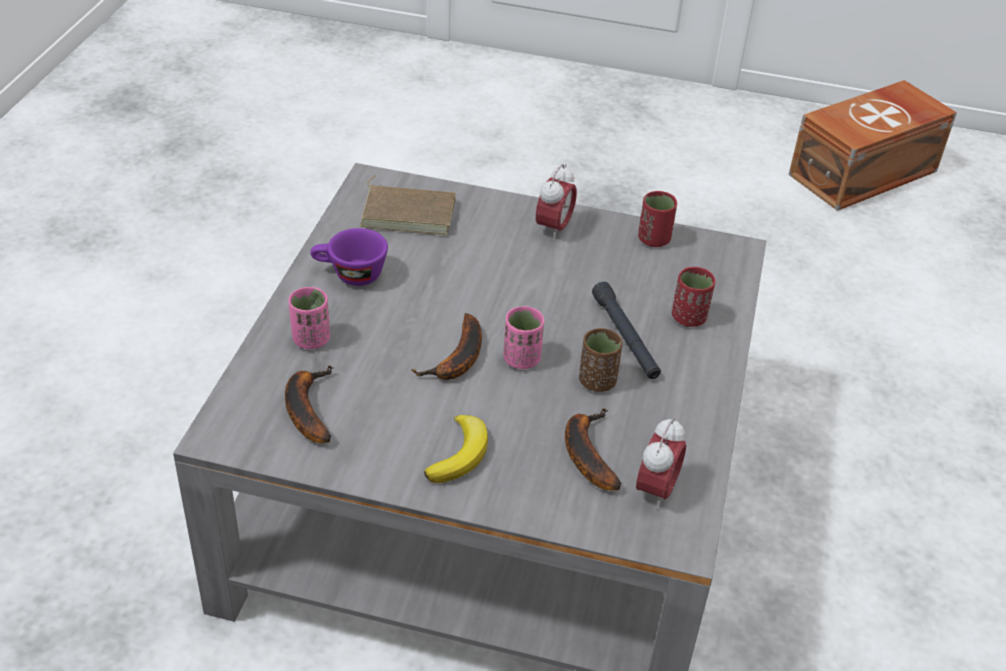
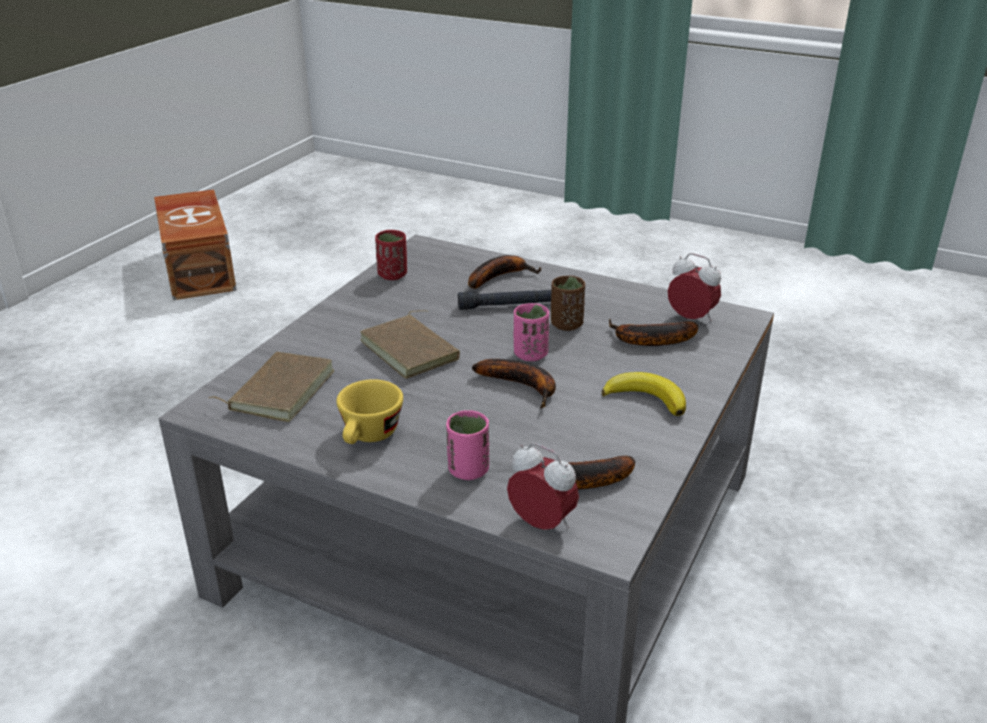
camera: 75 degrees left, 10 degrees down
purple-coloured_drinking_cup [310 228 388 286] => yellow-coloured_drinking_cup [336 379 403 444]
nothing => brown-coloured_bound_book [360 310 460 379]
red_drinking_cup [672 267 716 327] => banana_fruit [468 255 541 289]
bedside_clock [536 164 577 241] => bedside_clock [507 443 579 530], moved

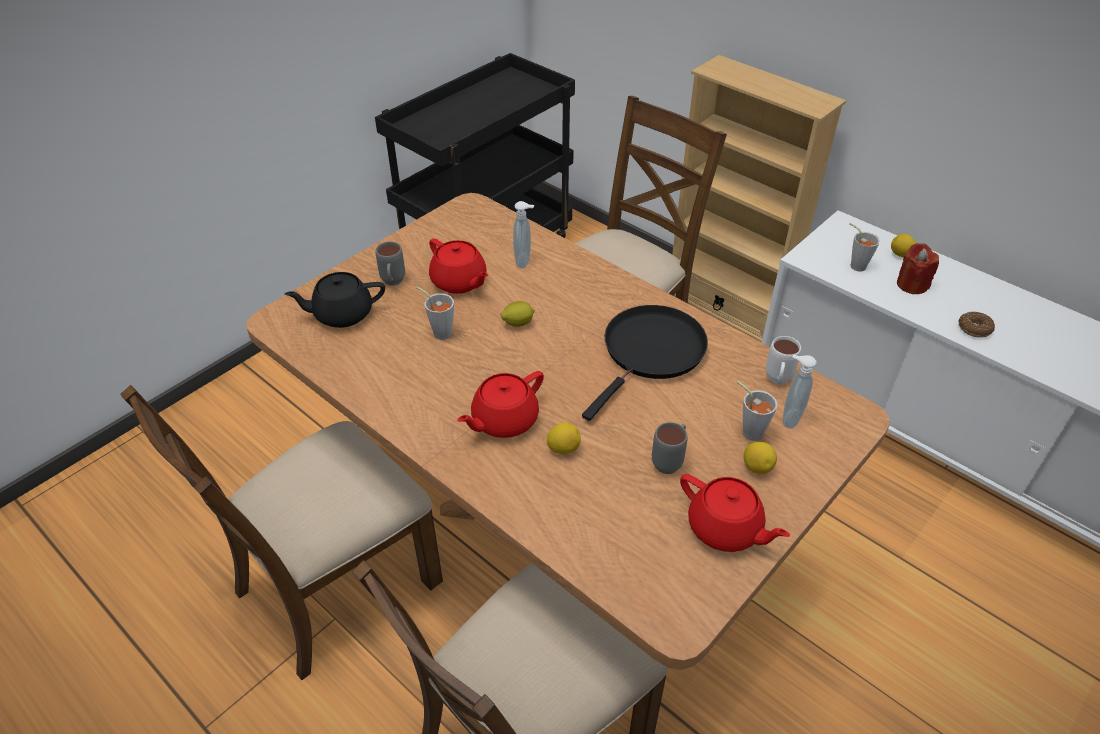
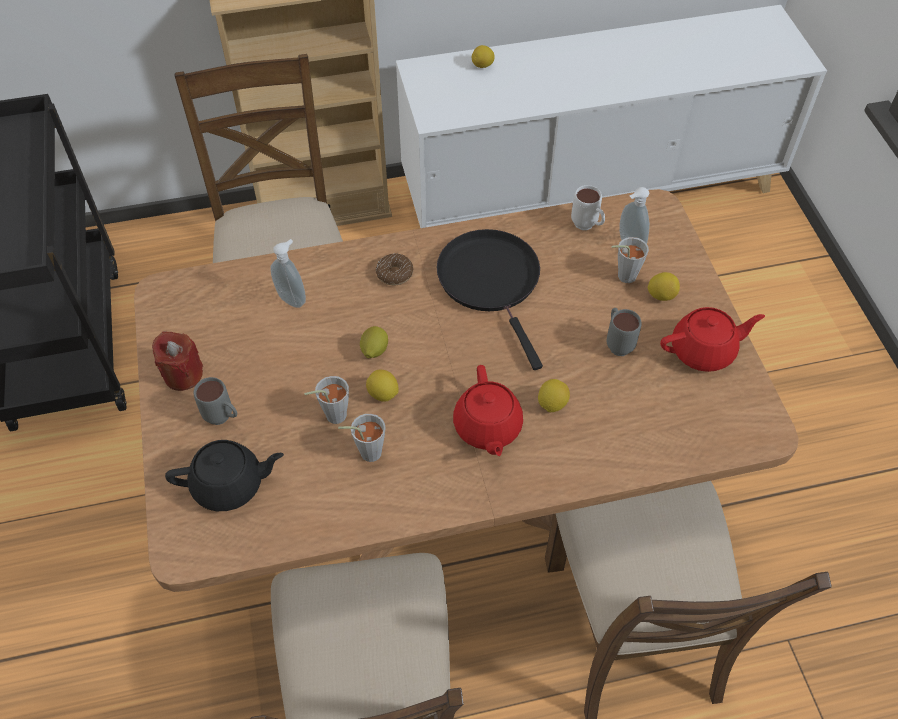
camera: 55 degrees left, 10 degrees up
red_candle [897 243 939 294] => red_candle [152 331 203 391], moved
blackish_tea_pot [284 272 385 328] => blackish_tea_pot [165 440 284 511], 120 degrees counterclockwise
grey_drinking_cup [850 223 880 272] => grey_drinking_cup [338 414 386 462], moved
nothing => citrus_fruit [366 370 399 402]
ring_doughnut [958 312 995 338] => ring_doughnut [376 253 414 285], moved
red_tea_pot [429 238 488 294] => nothing

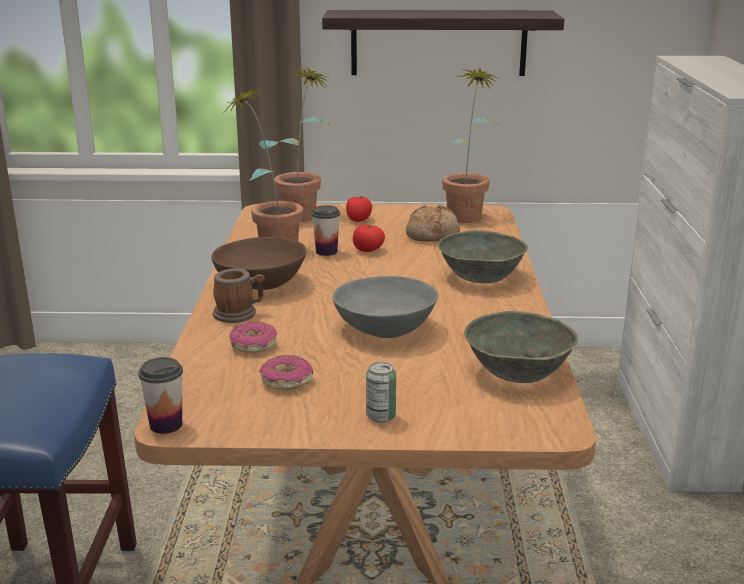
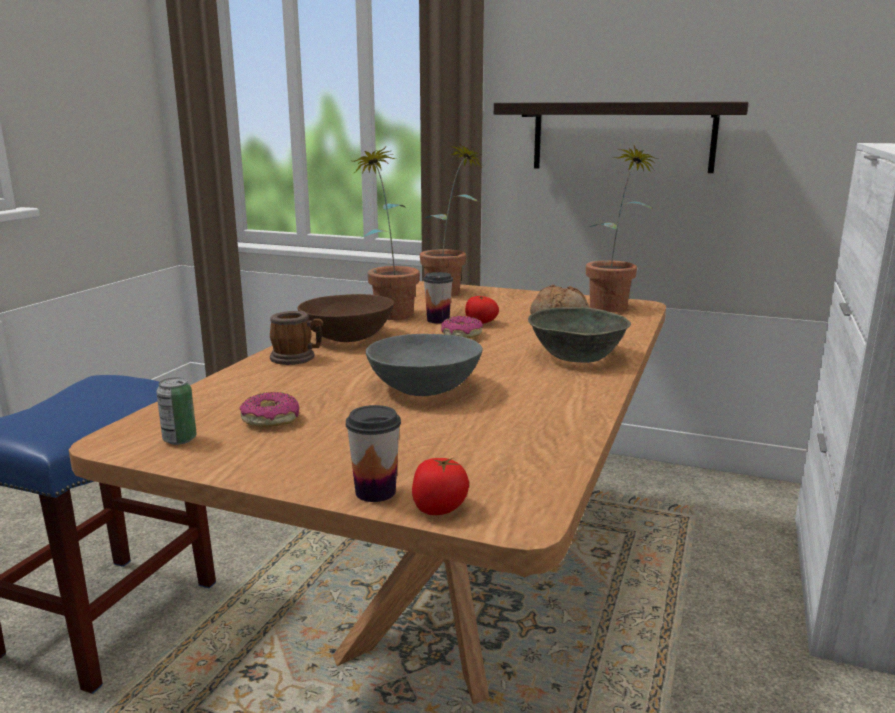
camera: 20 degrees right, 5 degrees down
metal_can [366 362 396 423] => metal_can [156 377 197 445], moved
drinking_cup [138 357 183 434] => drinking_cup [346 405 401 502], moved
whole_tomato [346 196 372 222] => whole_tomato [412 458 469 515], moved
ring_doughnut [229 321 277 353] => ring_doughnut [441 316 482 338], moved
grey_bowl [464 311 578 383] => nothing

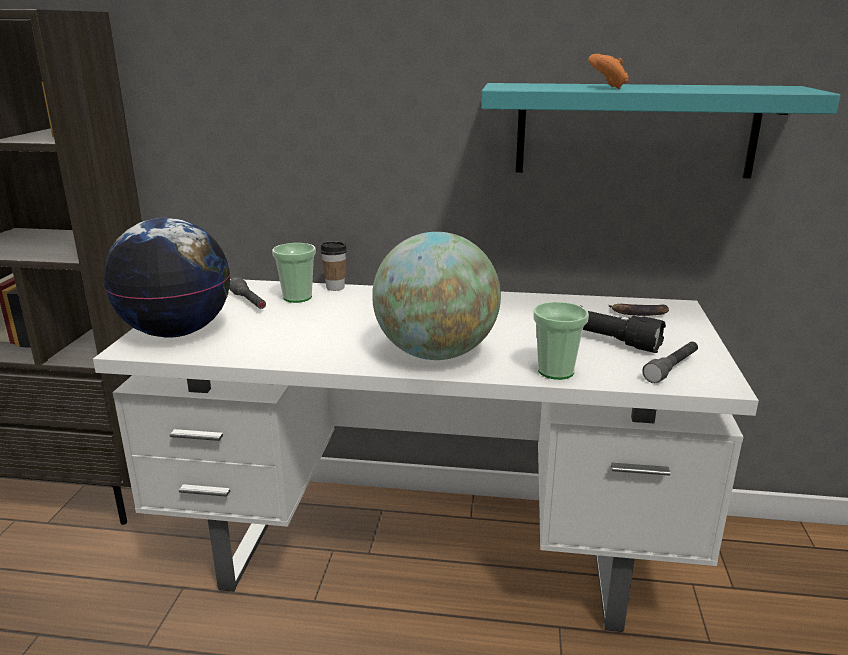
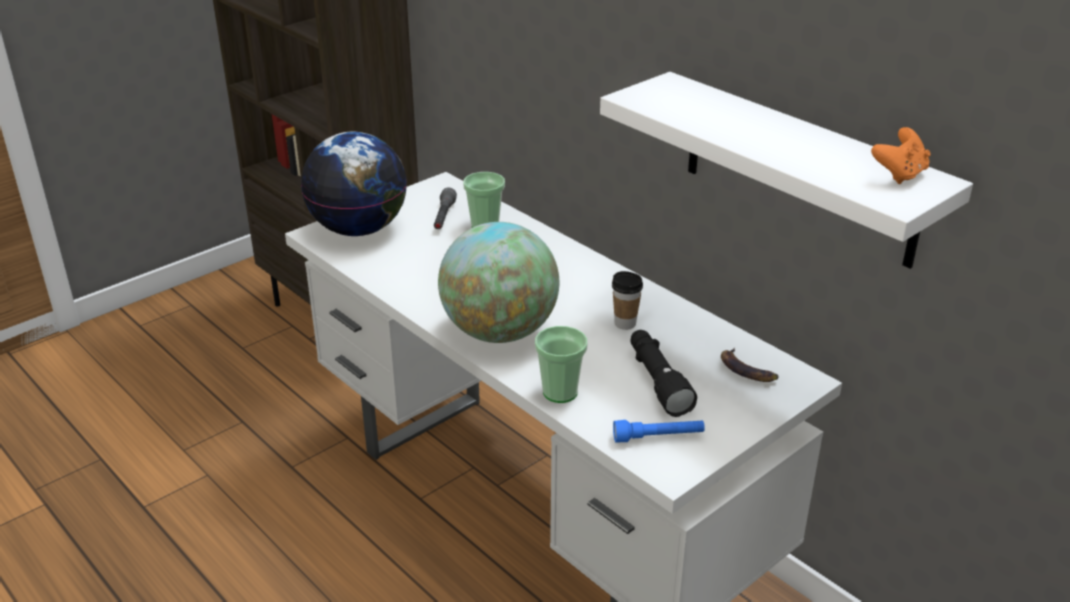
camera: 40 degrees right, 10 degrees up
turquoise-coloured_shelf [481 83 841 178] => white_shelf [600 72 973 269]
drinking_cup [320 242 347 291] => drinking_cup [612 271 643 330], moved
grey_flashlight [642 342 698 383] => blue-coloured_flashlight [613 420 705 442]
orange-coloured_game_controller [588 54 629 89] => orange-coloured_game_controller [871 127 931 184], moved

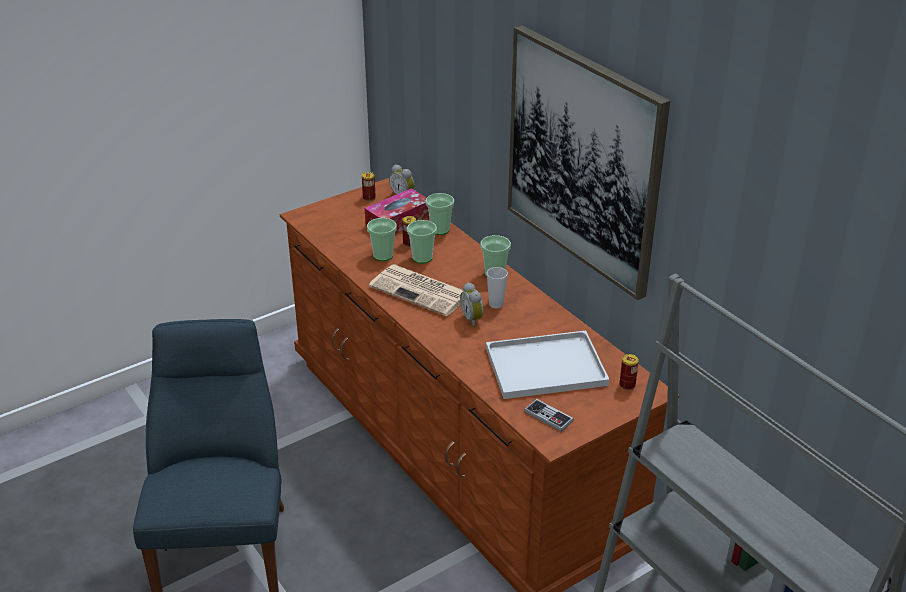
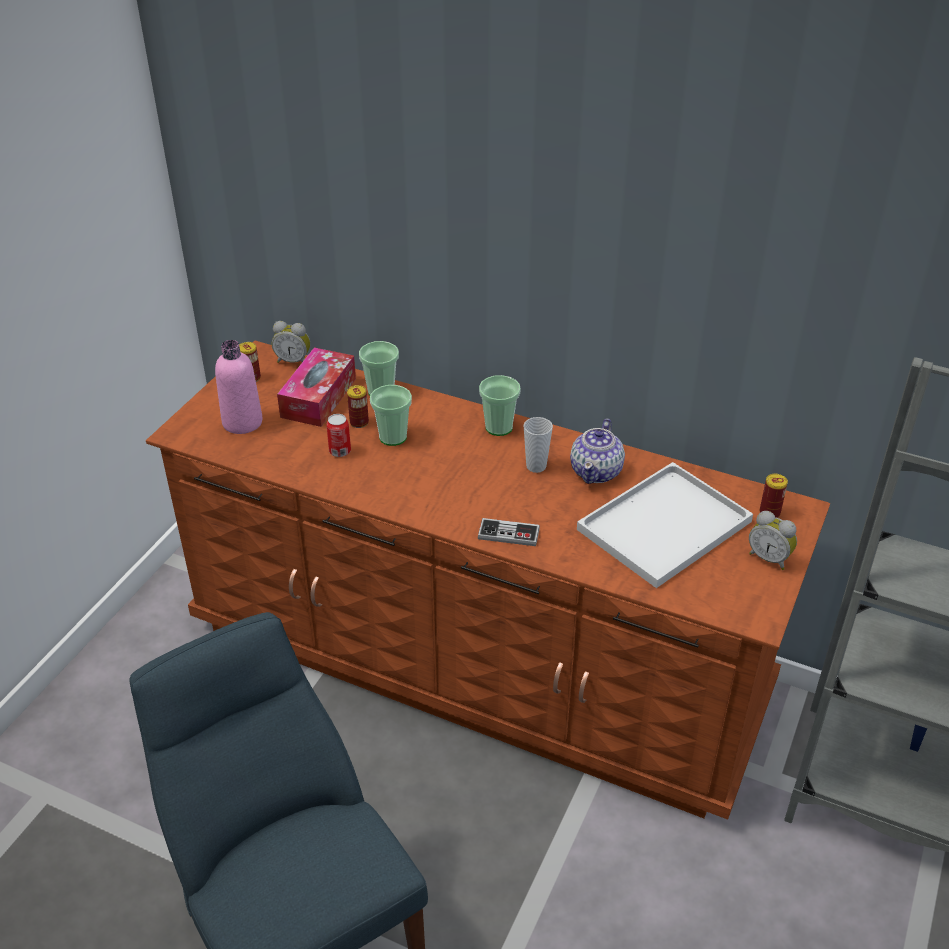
camera: 30 degrees left, 5 degrees up
nothing => pink-coloured_drink_bottle [215 340 263 434]
drinking_cup [367 218 397 261] => metal_can [326 414 351 457]
game_controller [524 399 574 432] => game_controller [478 518 540 546], moved
nothing => tea_pot [570 419 625 484]
bedside_clock [460 282 484 328] => bedside_clock [749 511 797 570], moved
printed_paper [369 264 463 316] => nothing
wall_art [508 25 670 300] => nothing

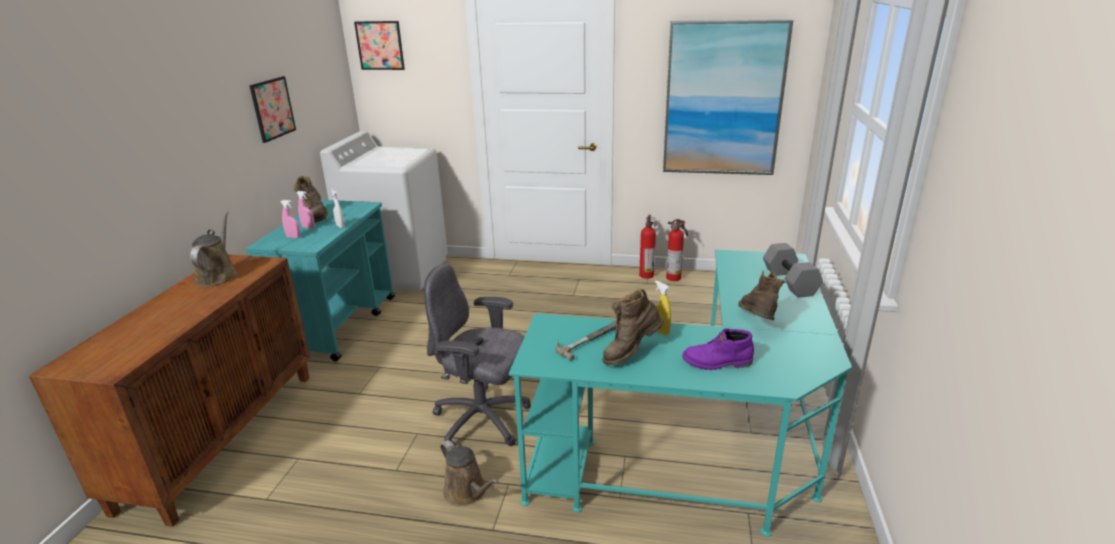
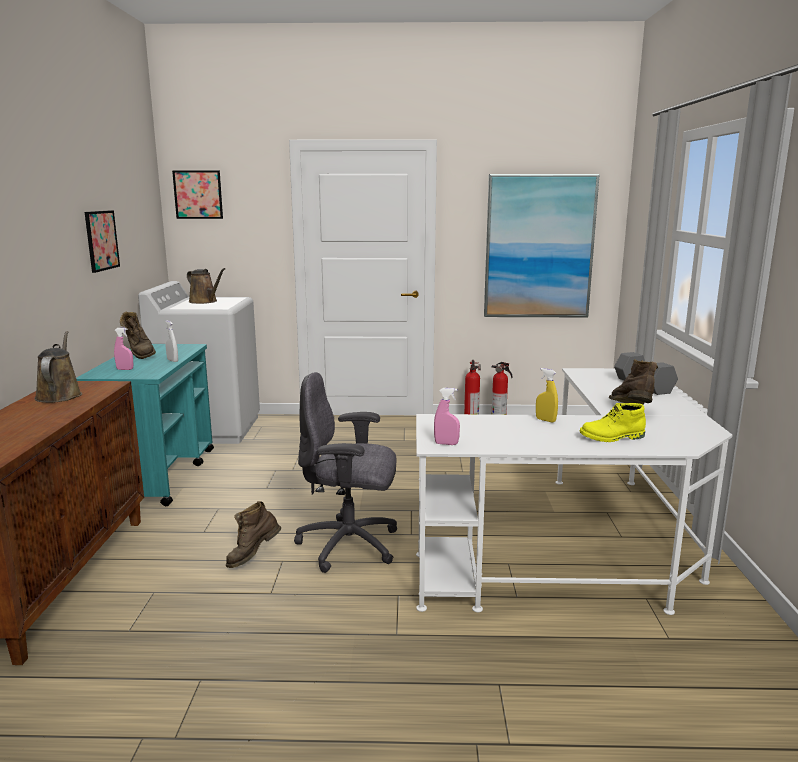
camera: 10 degrees left, 10 degrees down
brown-coloured_watering_pot [440 440 498 506] => brown-coloured_watering_pot [187 268 225 304], moved
brown-coloured_high-top_boot [602 289 664 365] => brown-coloured_high-top_boot [225 501 281 568], moved
turquoise-coloured_desk [509 250 852 537] => white_desk [416 368 732 615]
pink-coloured_spray_bottle [297 191 315 228] => pink-coloured_spray_bottle [434 388 460 445], moved
purple-coloured_high-top_boot [682 328 754 370] => yellow-coloured_high-top_boot [580 403 646 442]
hand_hammer [555 321 616 361] => nothing

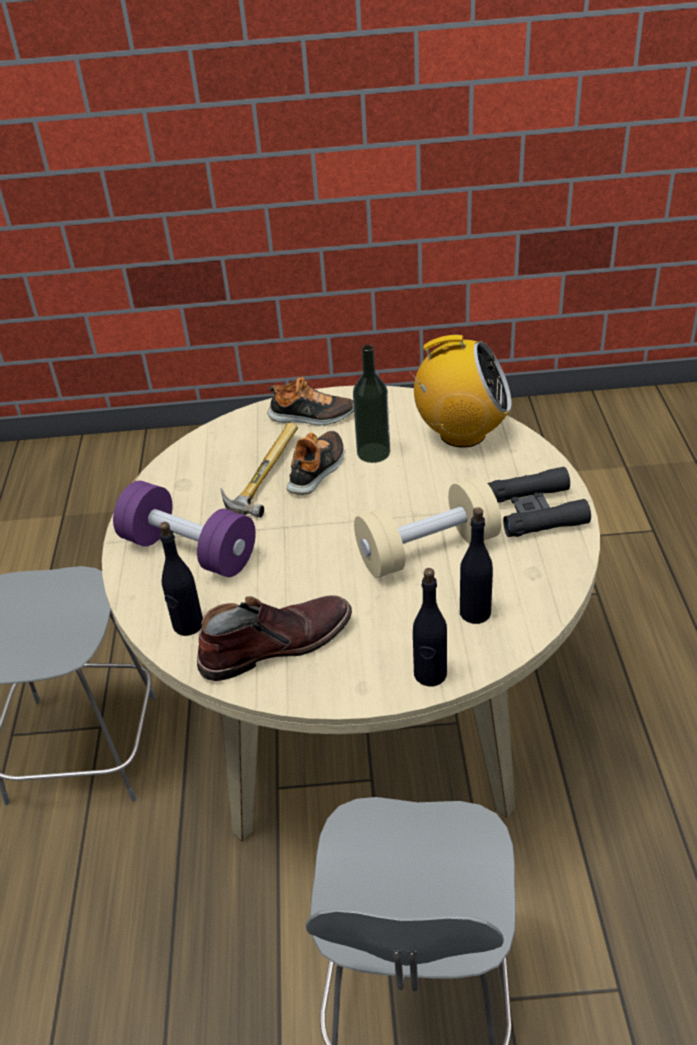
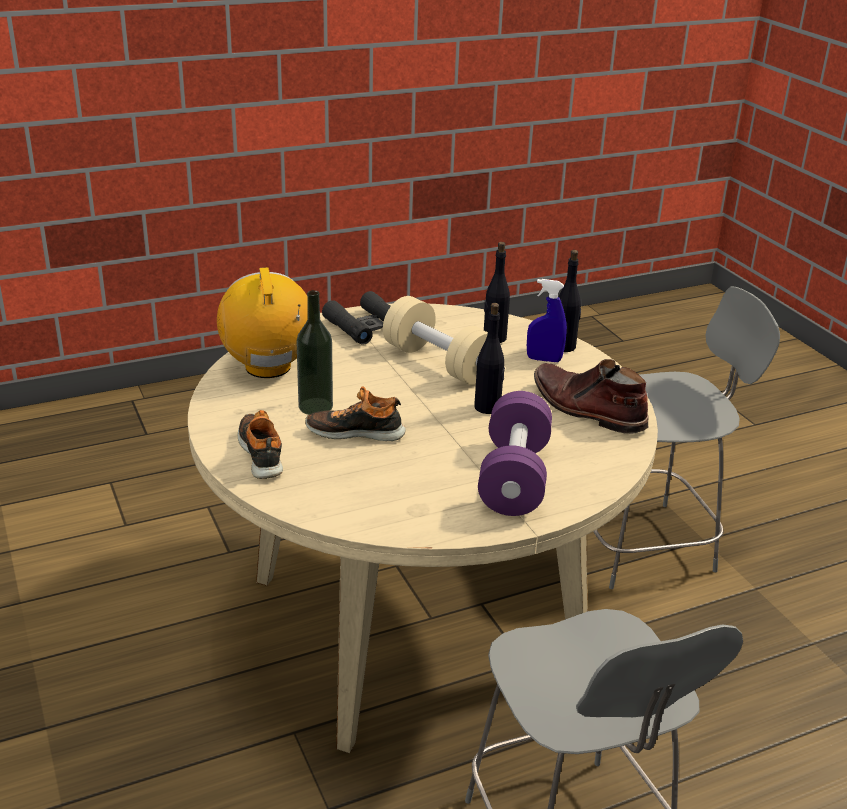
camera: 115 degrees left, 10 degrees down
blackish_drink_bottle [159 522 203 636] => blackish_drink_bottle [474 303 505 414], moved
nothing => blue-coloured_spray_bottle [527 279 567 362]
hand_hammer [220 423 298 518] => nothing

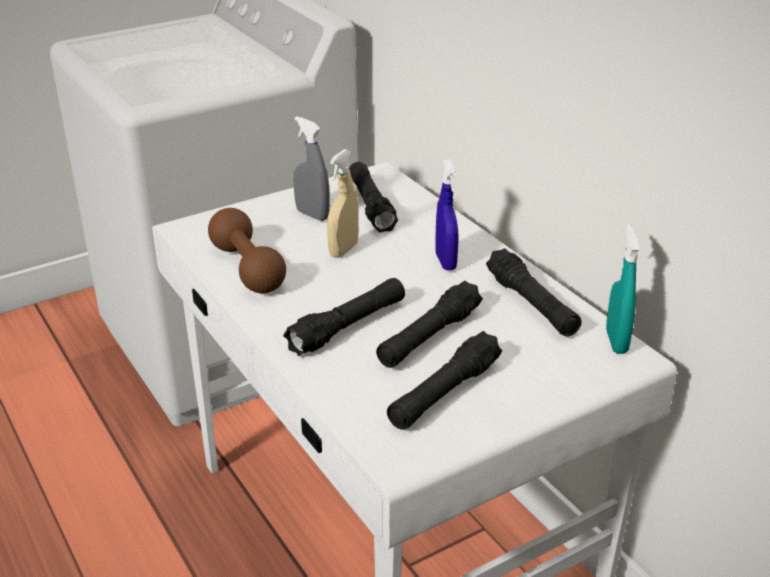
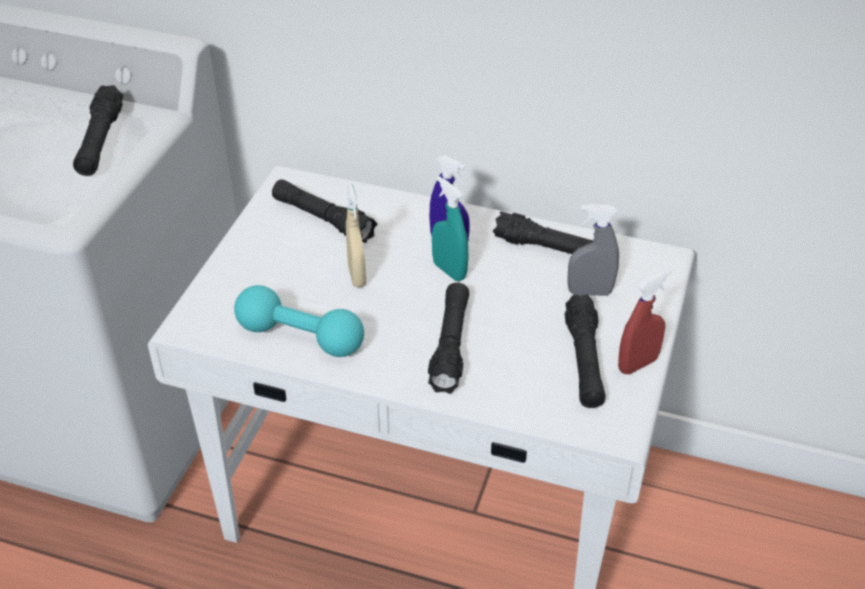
camera: 40 degrees left, 10 degrees up
blackish_flashlight [376 281 482 368] => blackish_flashlight [73 85 123 176], moved
brown-coloured_free_weight [208 208 286 293] => turquoise-coloured_free_weight [234 285 364 357]
turquoise-coloured_spray_bottle [606 224 640 354] => turquoise-coloured_spray_bottle [432 176 468 281], moved
grey_spray_bottle [293 116 330 221] => grey_spray_bottle [567 204 619 296], moved
nothing => red_spray_bottle [618 269 671 374]

